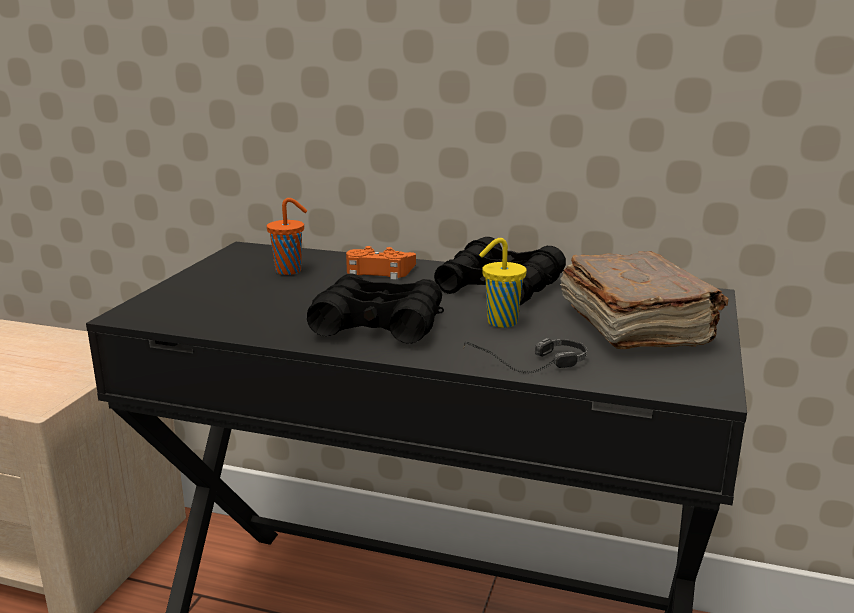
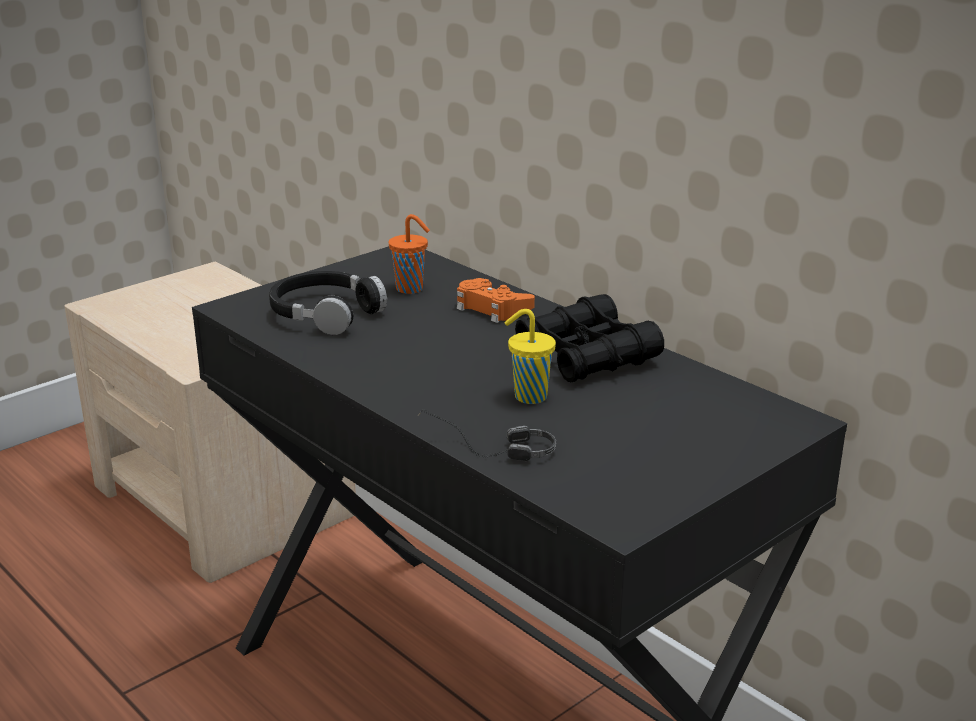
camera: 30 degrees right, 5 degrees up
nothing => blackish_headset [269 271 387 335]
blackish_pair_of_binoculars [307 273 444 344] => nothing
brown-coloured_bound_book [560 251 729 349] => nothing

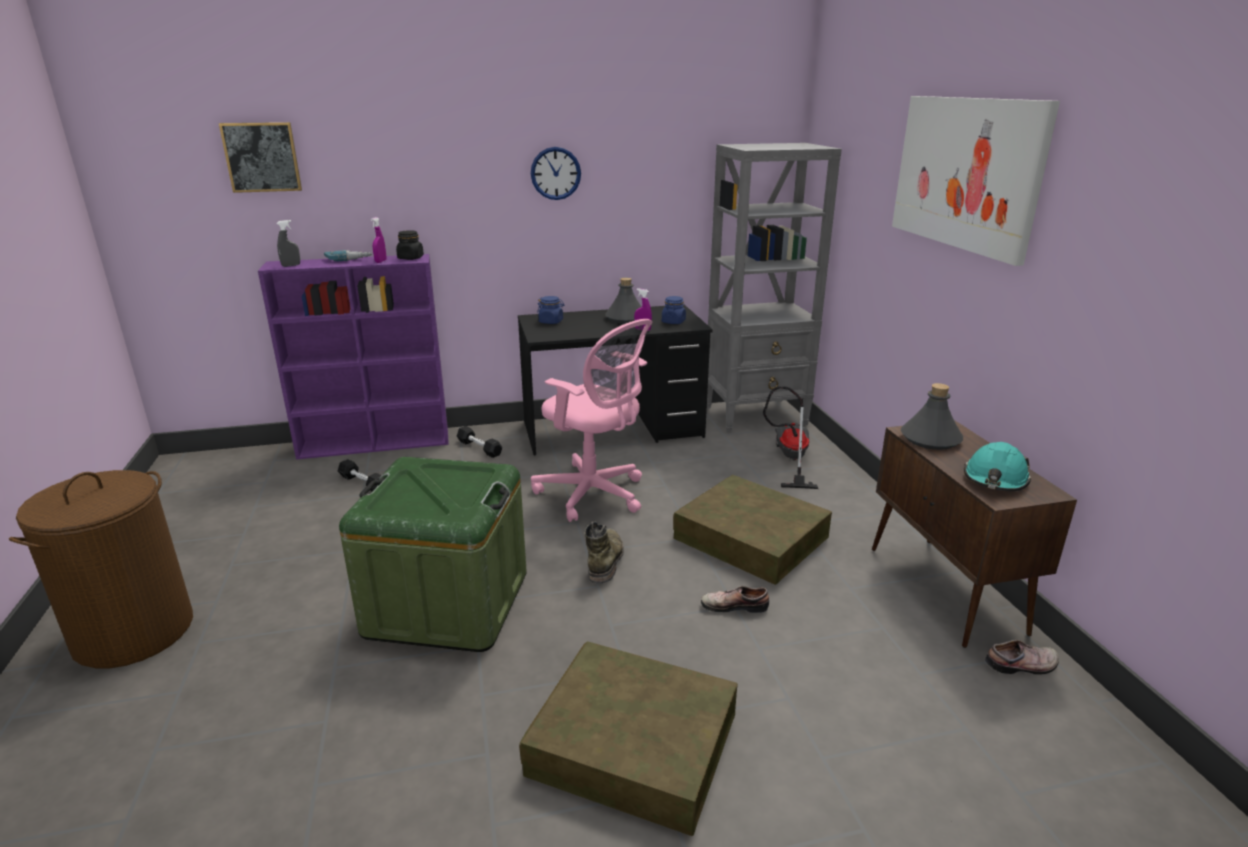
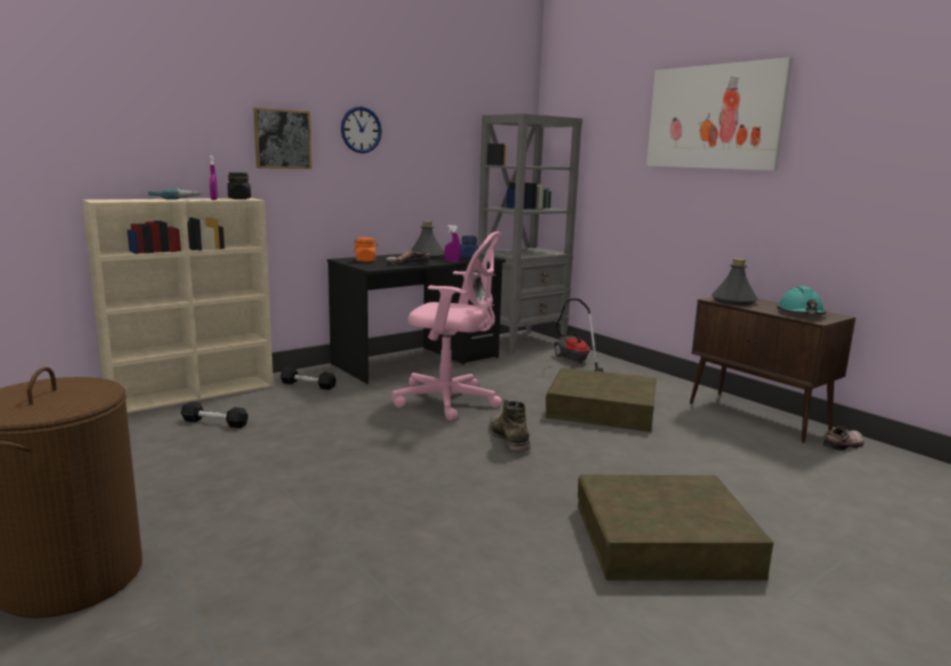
camera: 25 degrees left, 10 degrees down
purple-coloured_bookcase [258 254 449 460] => beige_bookcase [82 198 273 413]
wall_art [219 122 302 193] => wall_art [253 108 312 169], moved
blue-coloured_jar [537 296 564 324] => orange-coloured_jar [353 238 379 262]
item_of_footwear [701 586 769 613] => item_of_footwear [386 250 430 266], moved
grey_spray_bottle [277 220 300 267] => nothing
greenish_storage_bin [339 457 527 652] => nothing

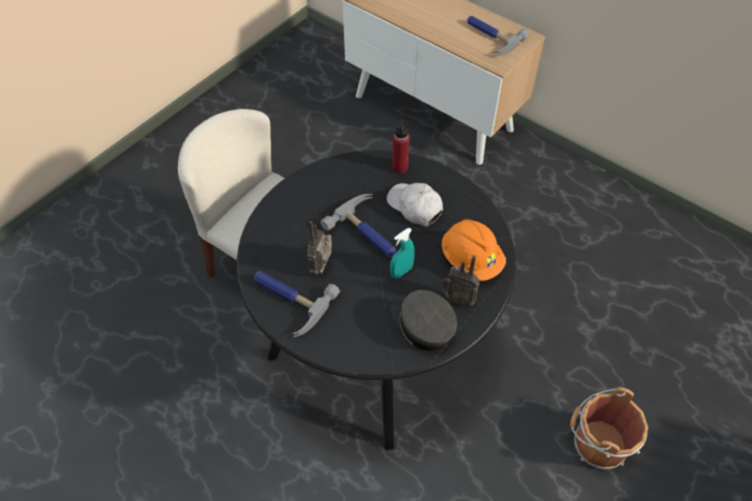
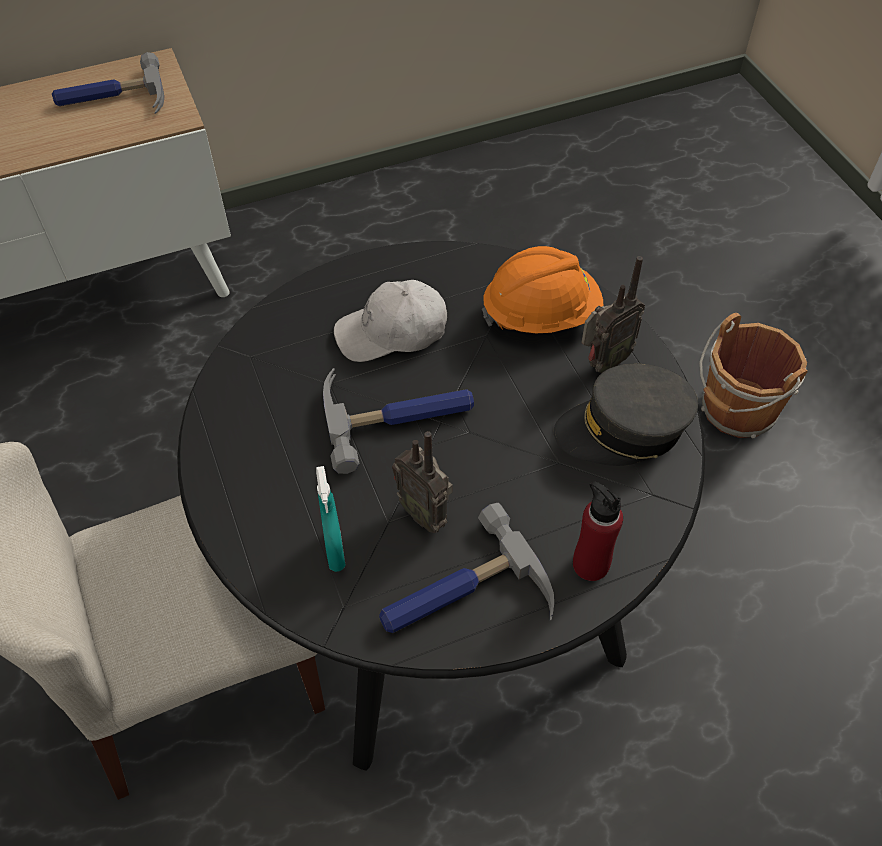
camera: 60 degrees left, 0 degrees up
turquoise-coloured_spray_bottle [390 228 415 279] => turquoise-coloured_spray_bottle [316 466 346 572], moved
red_drink_bottle [392 118 410 173] => red_drink_bottle [573 481 623 581], moved

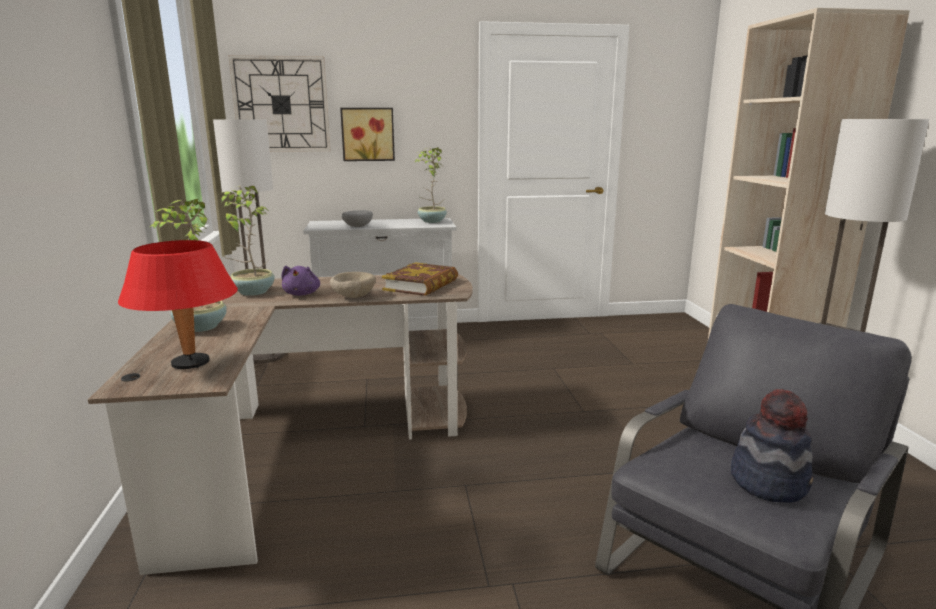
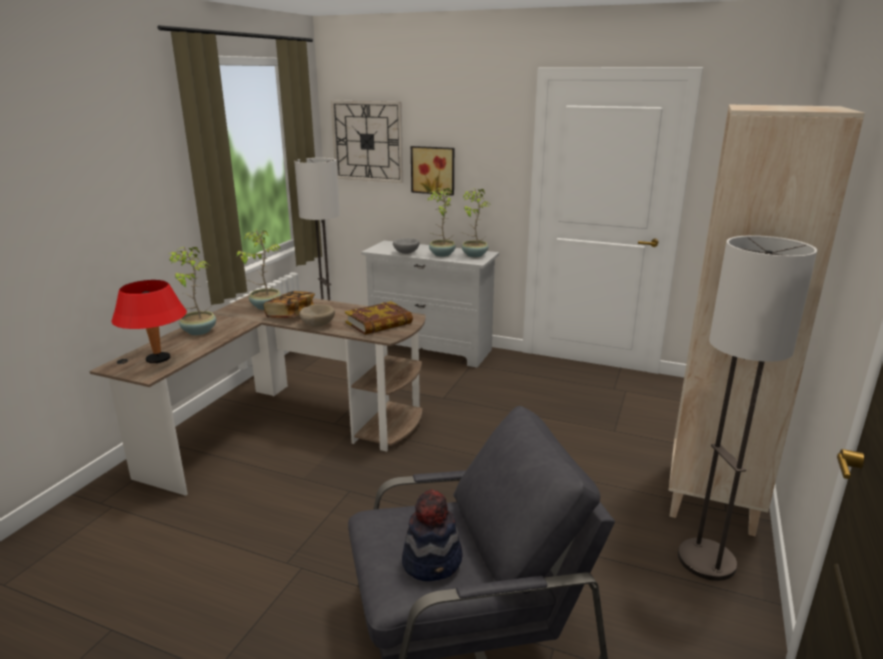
camera: 30 degrees right, 5 degrees up
purple-coloured_plush_toy [282 266 320 296] => bound_book [264 291 315 318]
nothing => potted_plant [427 188 456 257]

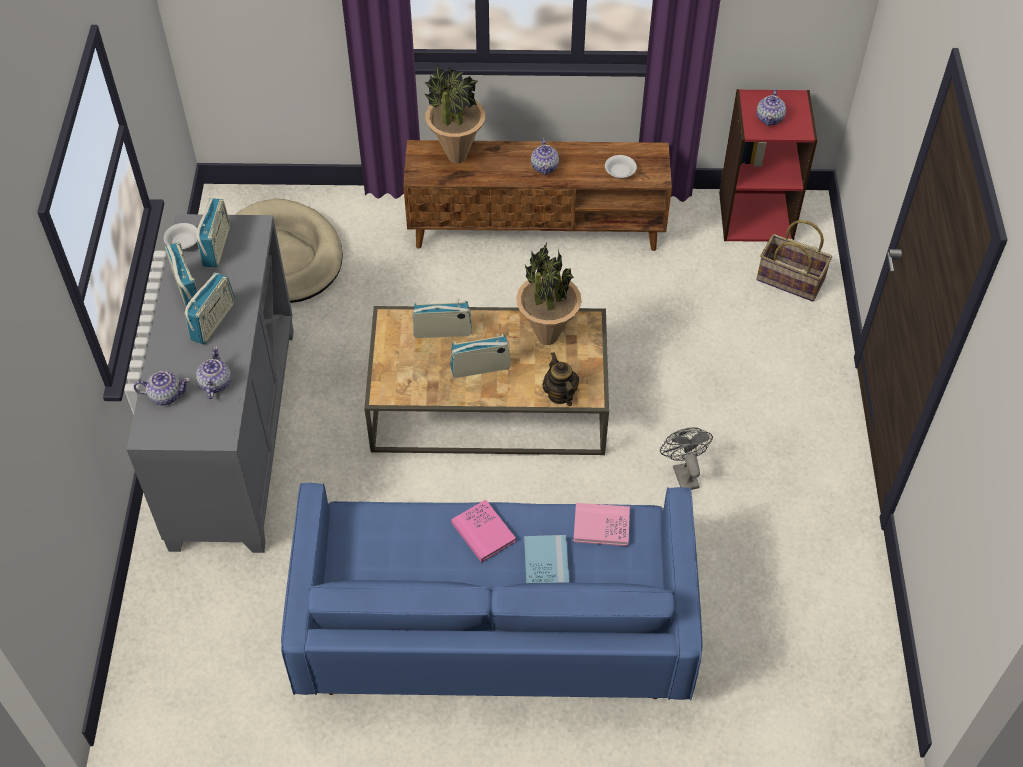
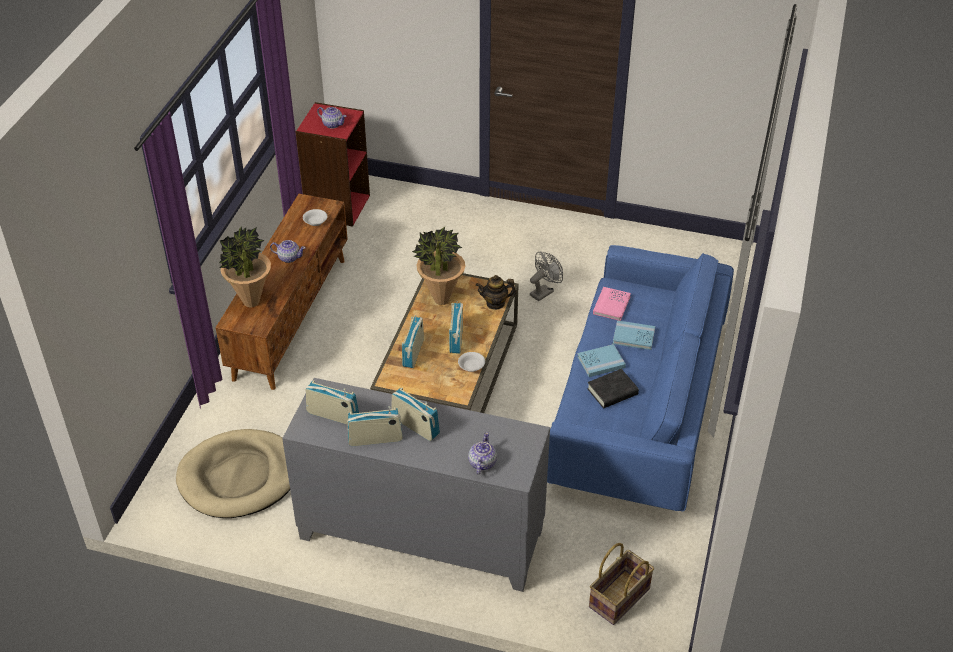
camera: 75 degrees left, 10 degrees down
white_bowl [164 223 197 250] => white_bowl [458 352 485 372], moved
grey_cooling_fan [660 427 713 490] => grey_cooling_fan [530 252 563 301], 135 degrees clockwise
pink-coloured_bound_book [451 500 516 563] => blue-coloured_bound_book [577 344 626 377]
nothing => blackish_bound_book [587 369 639 408]
household_basket [757 220 832 302] => household_basket [589 543 654 625], moved
tea_pot [196 346 231 399] => nothing

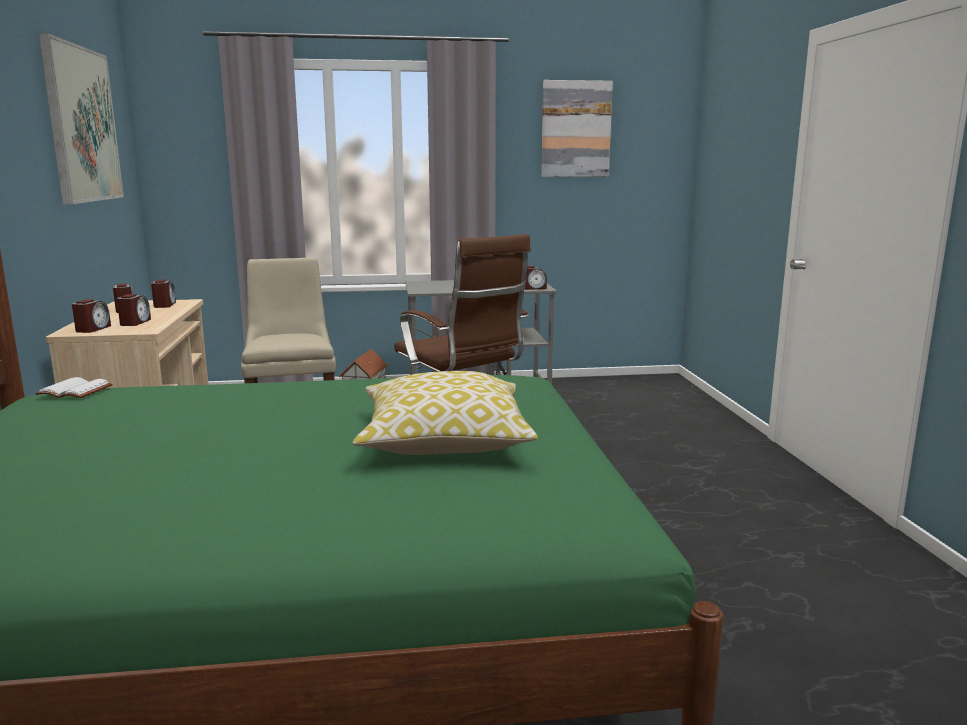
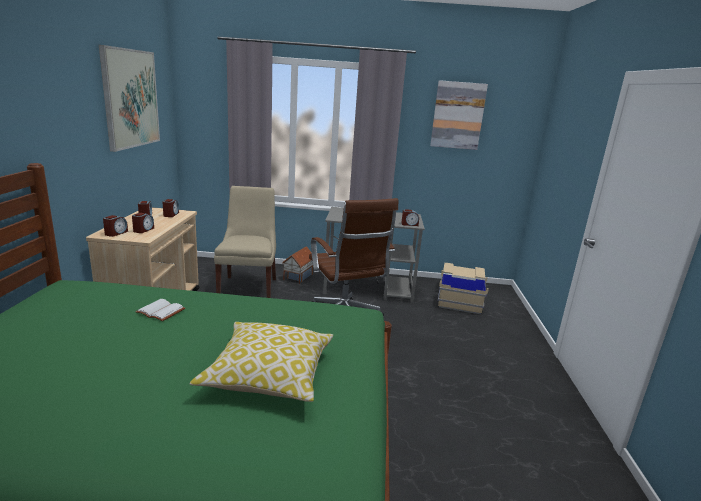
camera: 10 degrees right, 5 degrees up
white_bound_book [35 377 113 398] => white_bound_book [135 299 185 321], moved
nothing => beige_storage_bin [438 263 489 314]

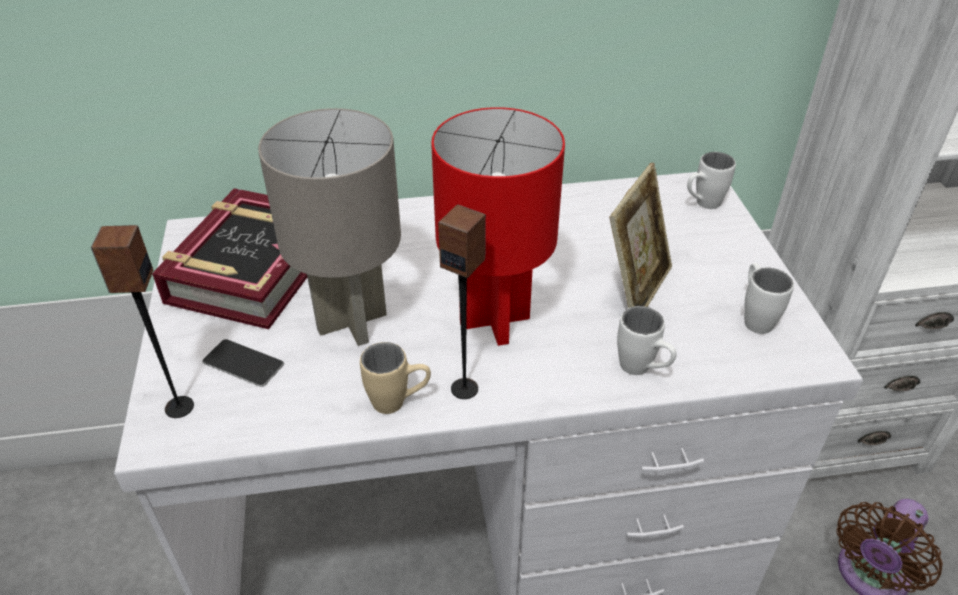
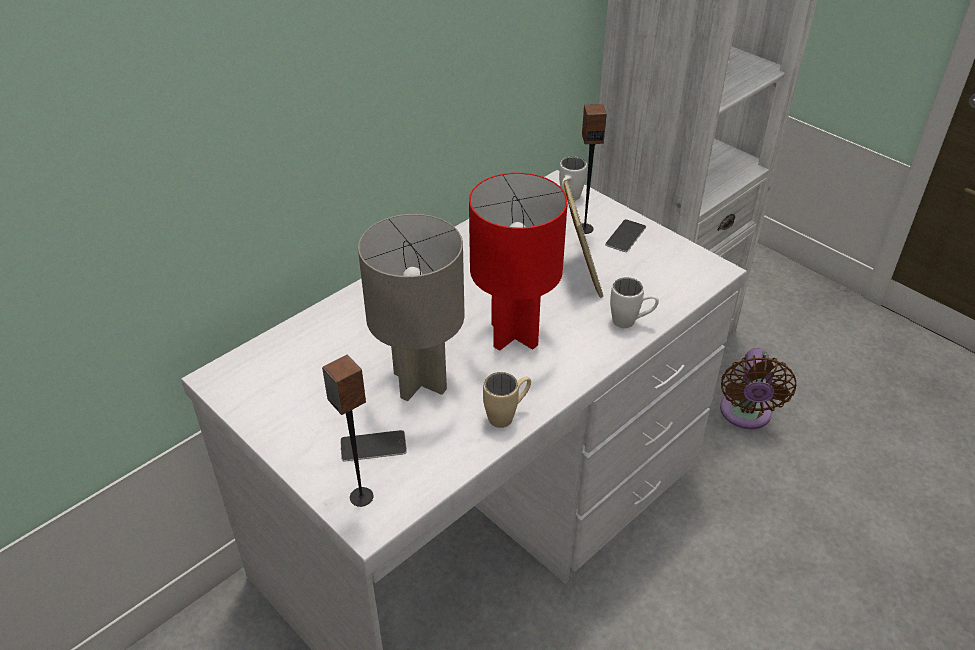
camera: 35 degrees left, 0 degrees up
audio_speaker [438 205 486 399] => audio_speaker [581 104 607 234], moved
nothing => telephone [605 219 646 252]
bound_book [152 188 307 329] => nothing
white_mug [744 263 794 334] => nothing

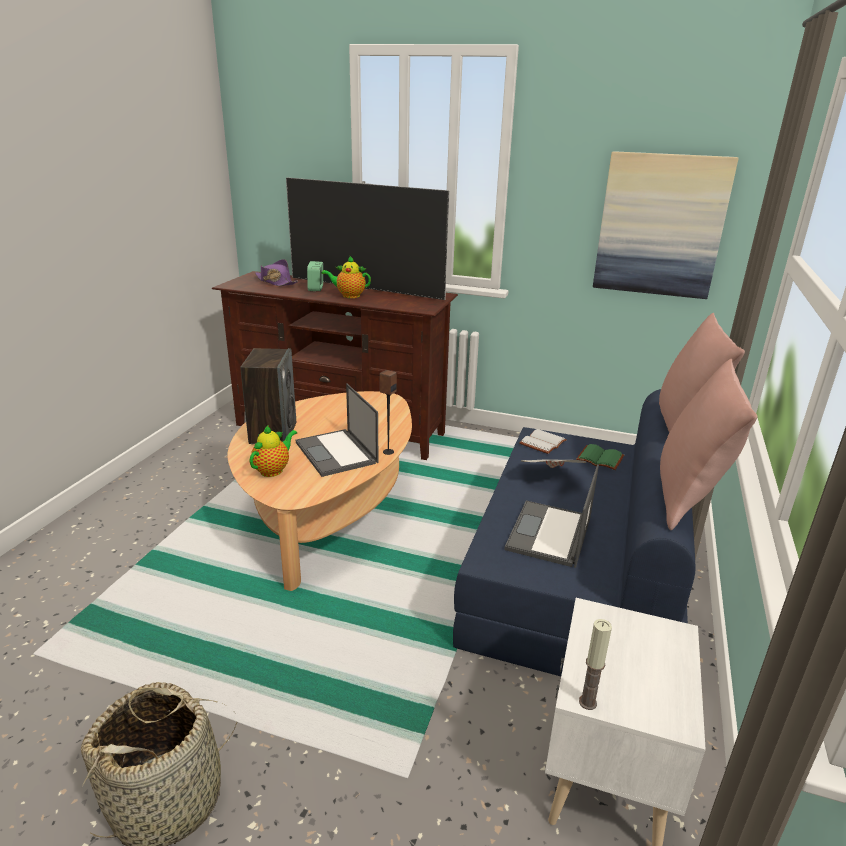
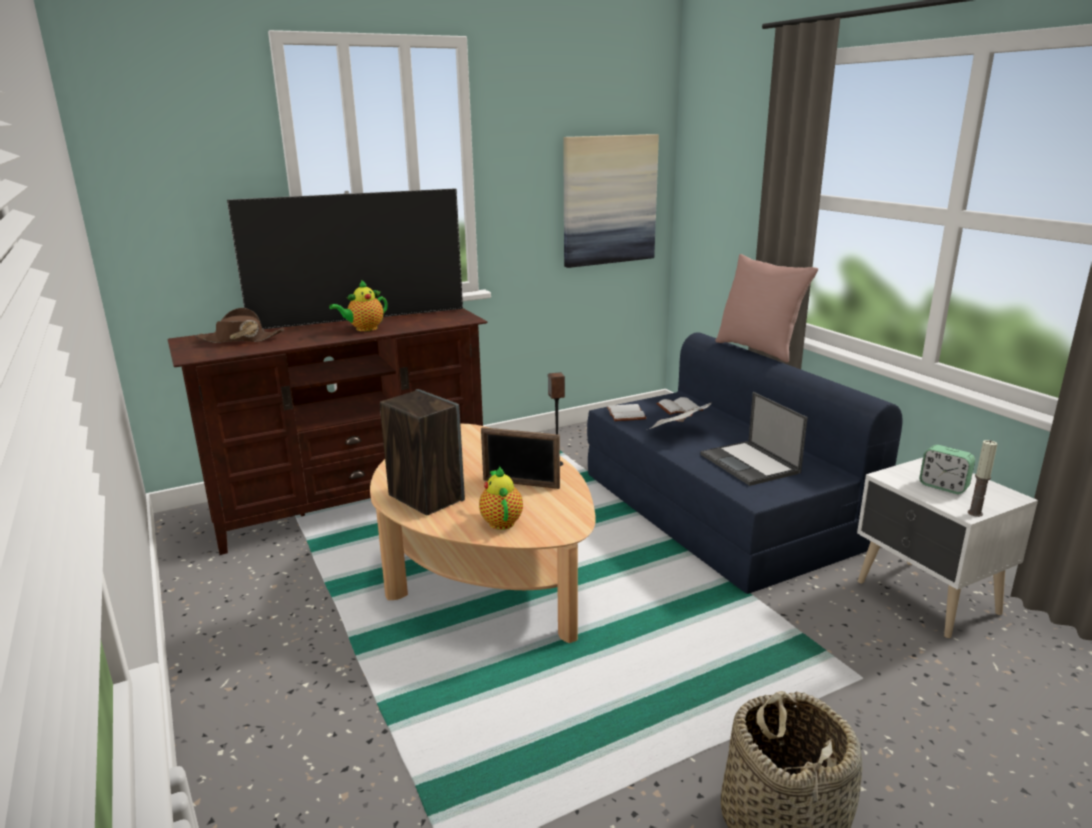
camera: 45 degrees left, 5 degrees down
purple-coloured_wearable_hat [255 259 298 286] => brown-coloured_wearable_hat [195 308 284 343]
laptop [296 384 379 477] => standing_frame [481 427 560 489]
greenish_bound_book [576 444 624 470] => white_bound_book [656 397 703 415]
bedside_clock [307 261 323 291] => bedside_clock [919 445 975 494], moved
pink-coloured_throw_pillow [660 359 757 530] => nothing

